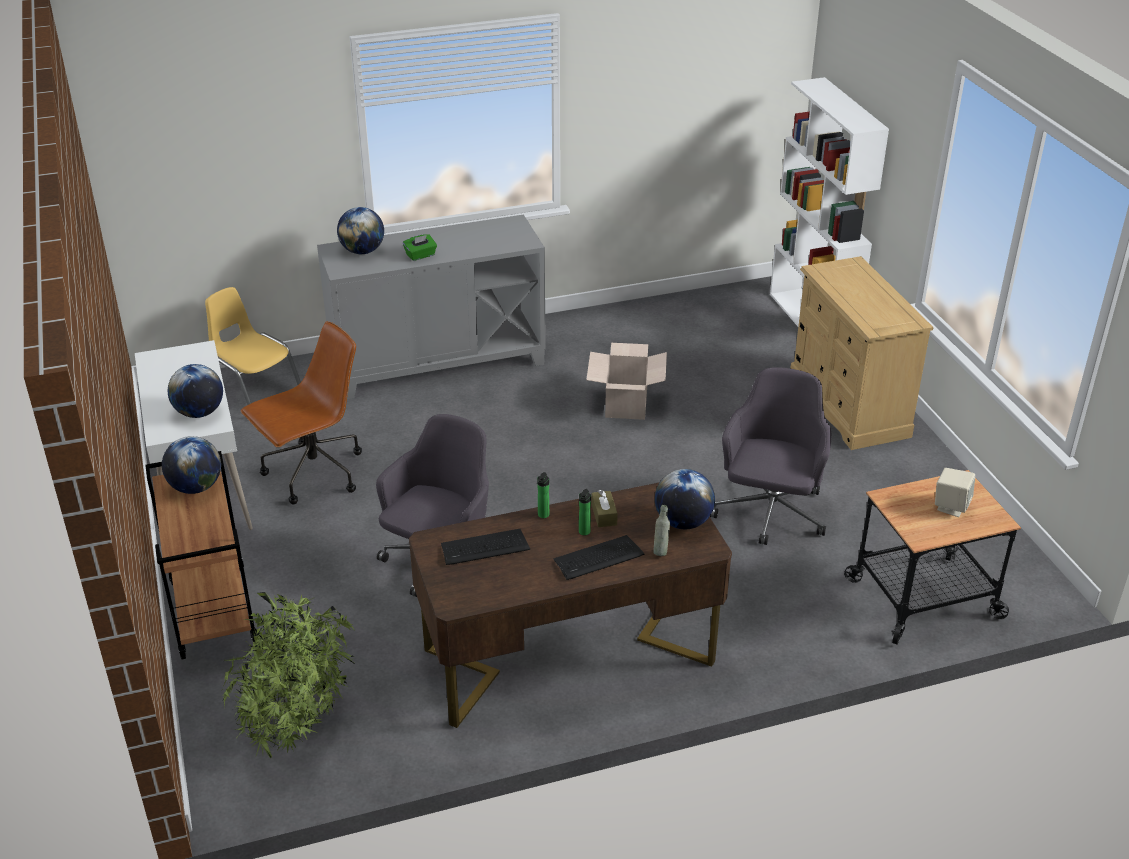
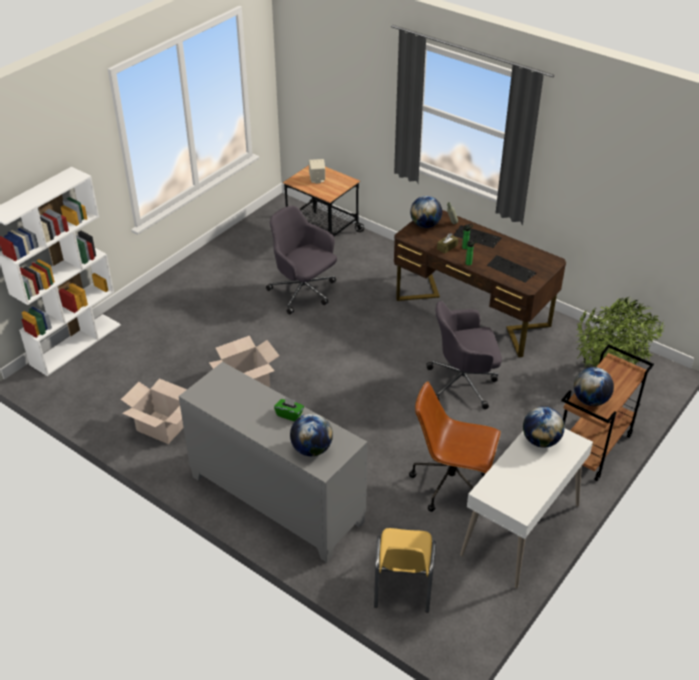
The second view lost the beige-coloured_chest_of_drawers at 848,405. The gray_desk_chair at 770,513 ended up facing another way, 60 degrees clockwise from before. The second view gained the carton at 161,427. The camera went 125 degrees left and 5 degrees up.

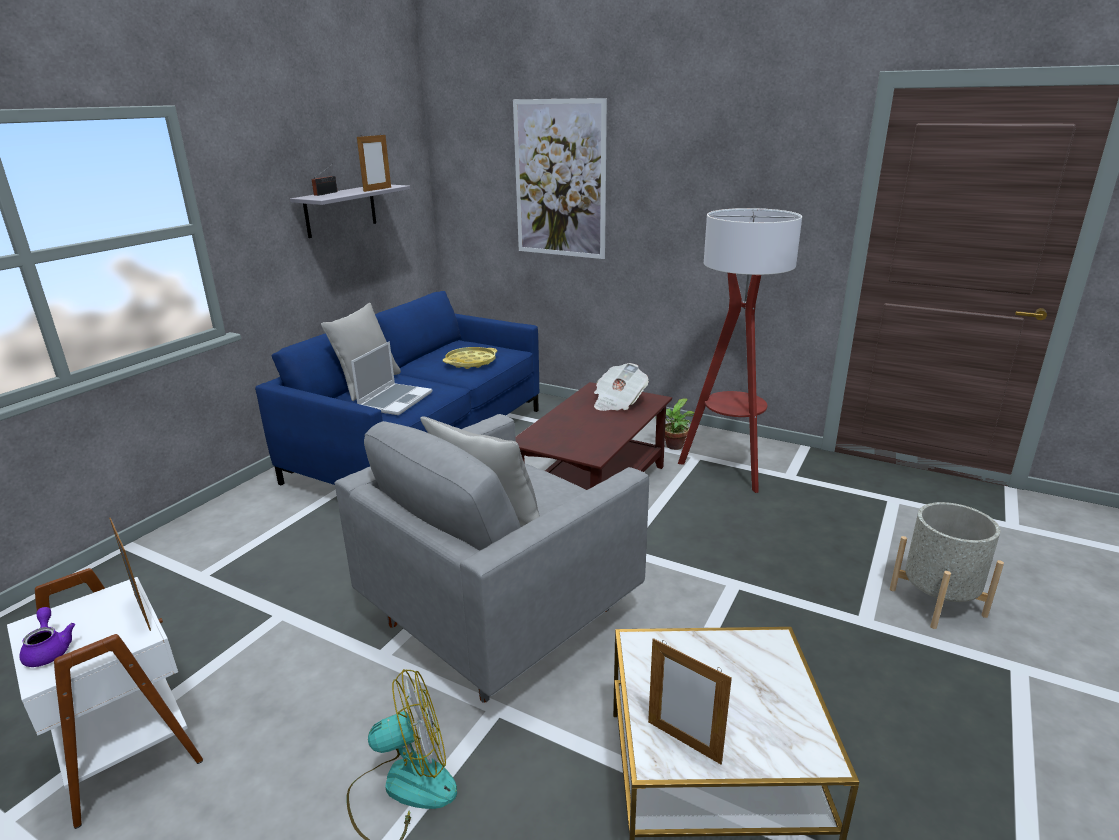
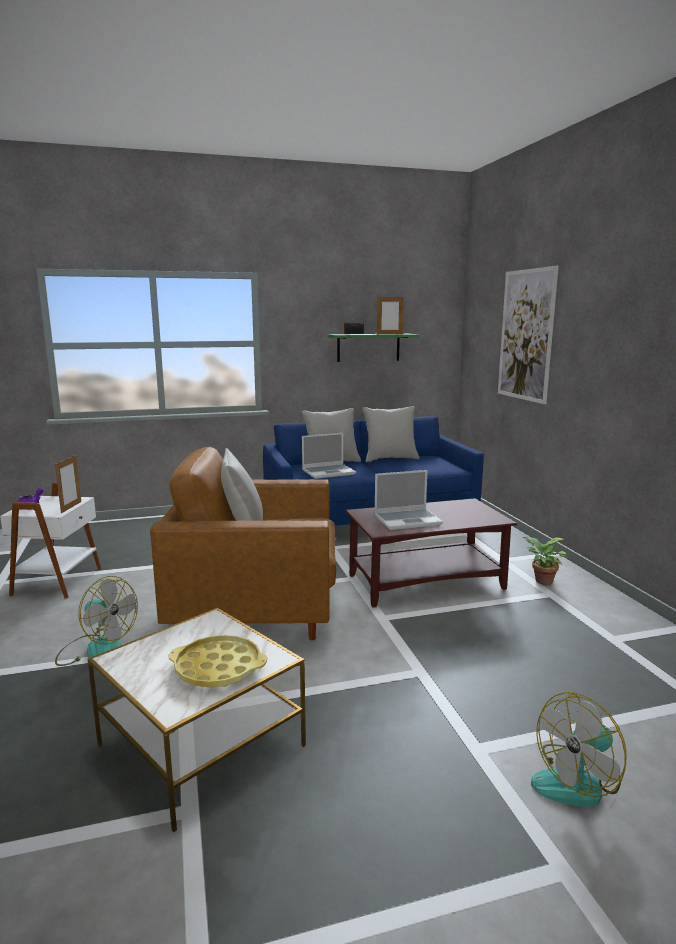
What was the gray_bracket_shelf at 340,210 turned into the greenish_bracket_shelf at 368,347. The second view lost the standing_lamp at 729,468. The yellow_tray ended up elsewhere, having gone from 471,362 to 218,668. The second view lost the daily_paper at 618,402. What was the gray_easy_chair at 502,615 turned into the brown_easy_chair at 257,612. Where the gray_plant_pot stood at 937,602, the cooling_fan came to stand at 577,782. The second view lost the standing_frame at 684,742. The second view gained the gray_cushion at 390,459. The second view gained the laptop at 408,520. The camera went 45 degrees right and 10 degrees down.

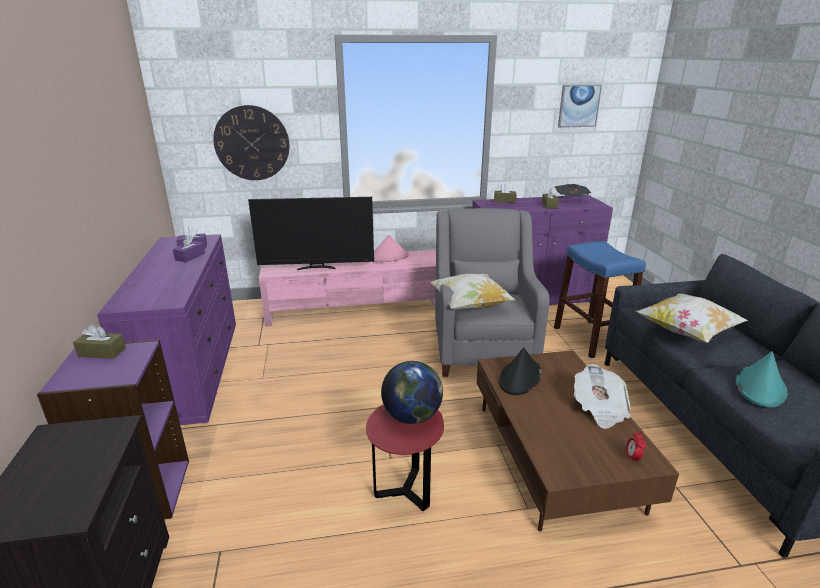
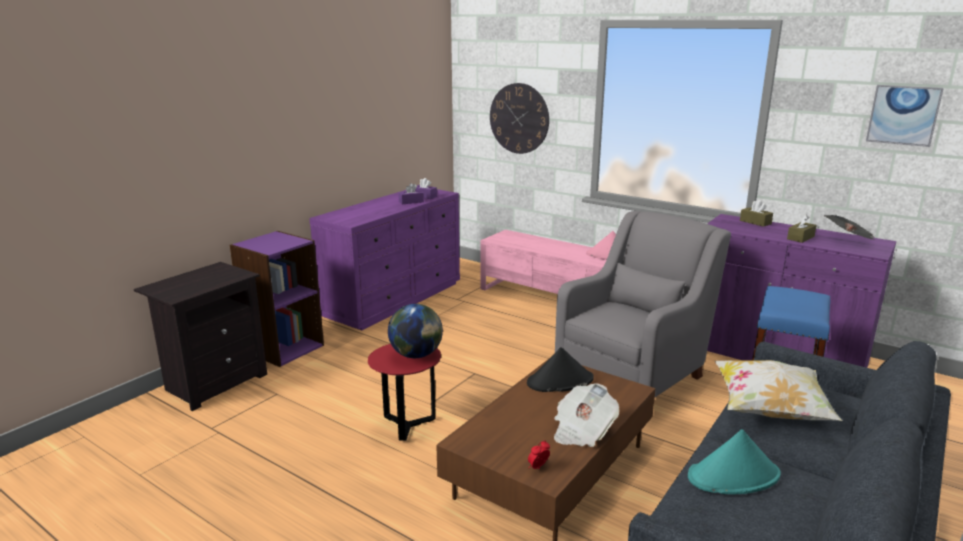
The second view lost the TV at 317,268. The second view lost the cushion at 470,305. The second view lost the brown_box_of_tissues at 102,352. The camera went 45 degrees right and 5 degrees down.

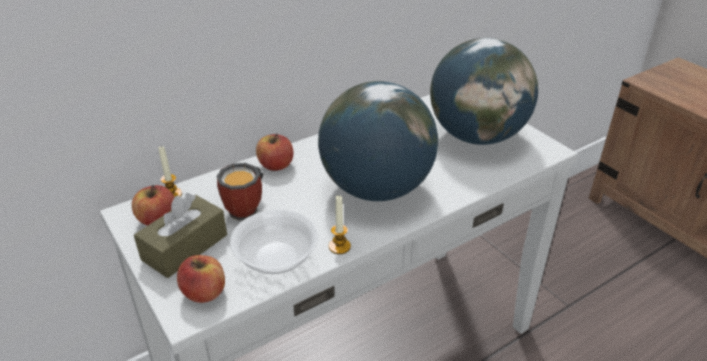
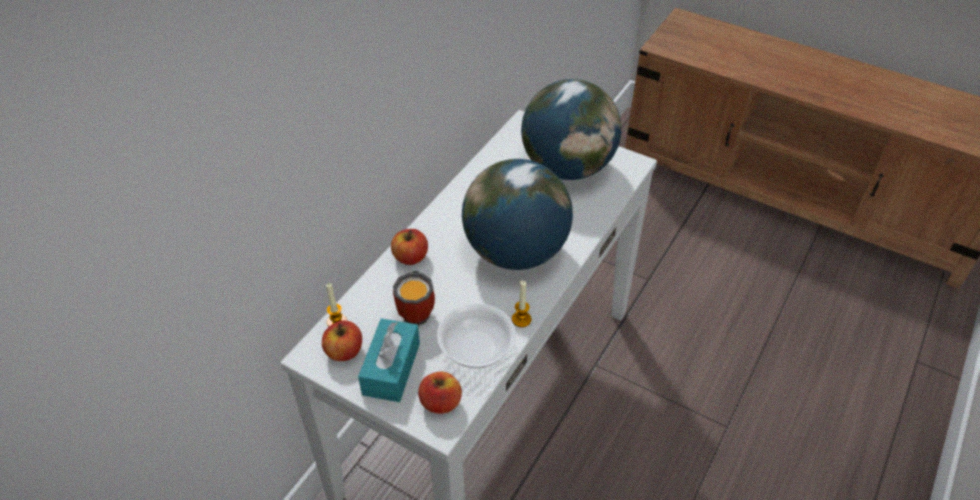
What was the brown_box_of_tissues at 185,247 turned into the turquoise-coloured_box_of_tissues at 391,368. The camera went 25 degrees left and 10 degrees up.

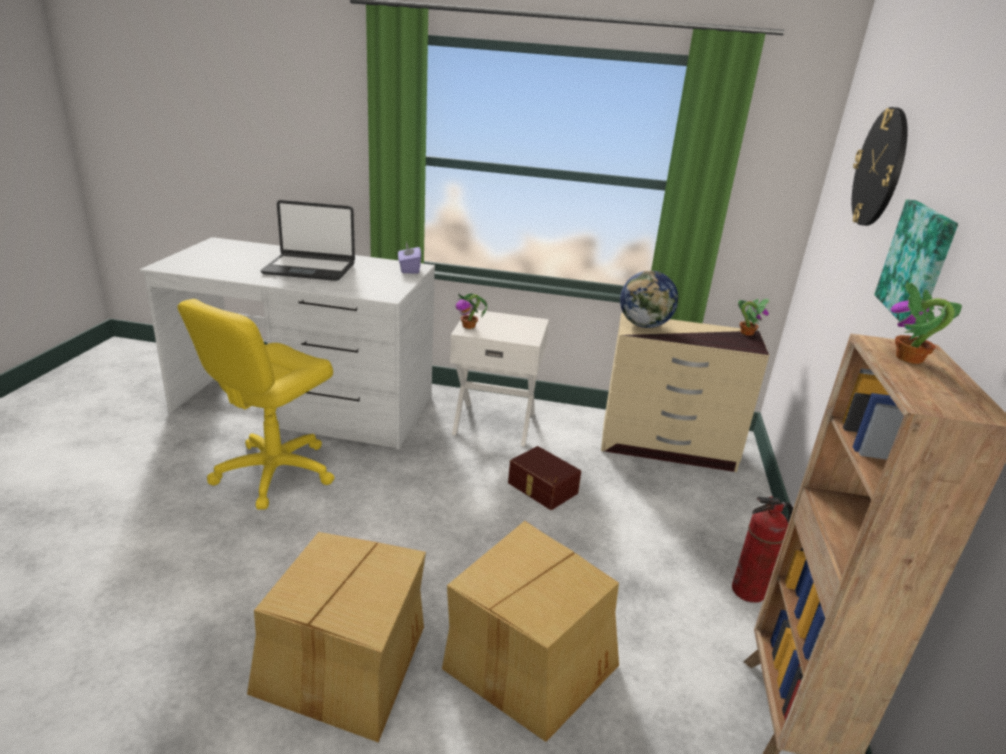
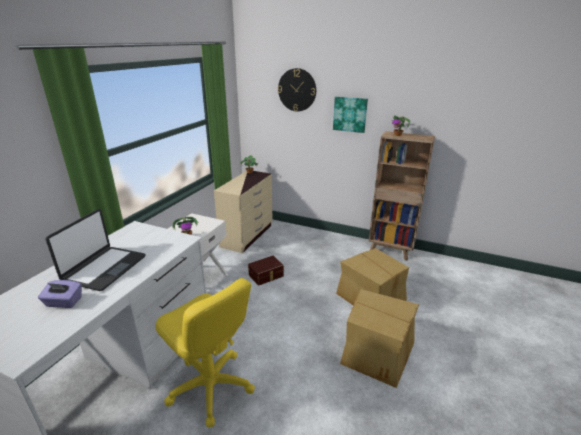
The purple_box_of_tissues ended up elsewhere, having gone from 409,269 to 63,302. The second view lost the world_globe at 644,325. The second view lost the extinguisher at 748,591. The camera went 75 degrees left and 0 degrees up.

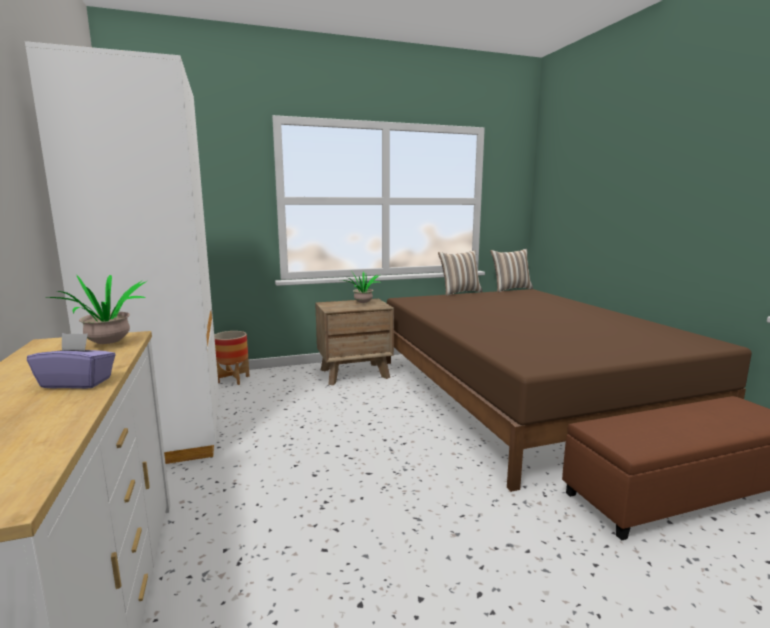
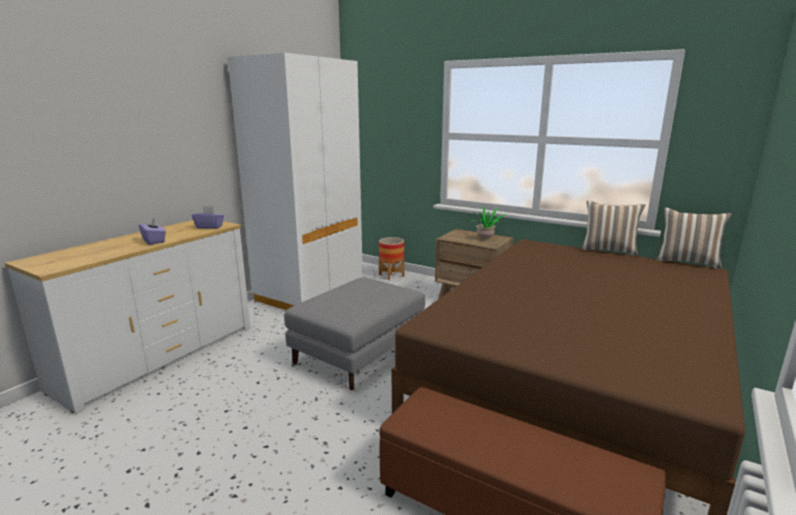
Where the plant_in_a_pot stood at 109,344, the purple_box_of_tissues came to stand at 209,227. The second view gained the gray_pouffe at 359,352. The camera went 50 degrees right and 5 degrees up.

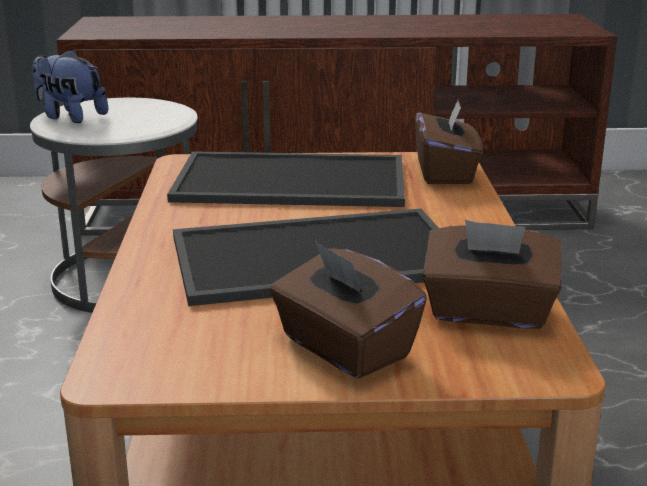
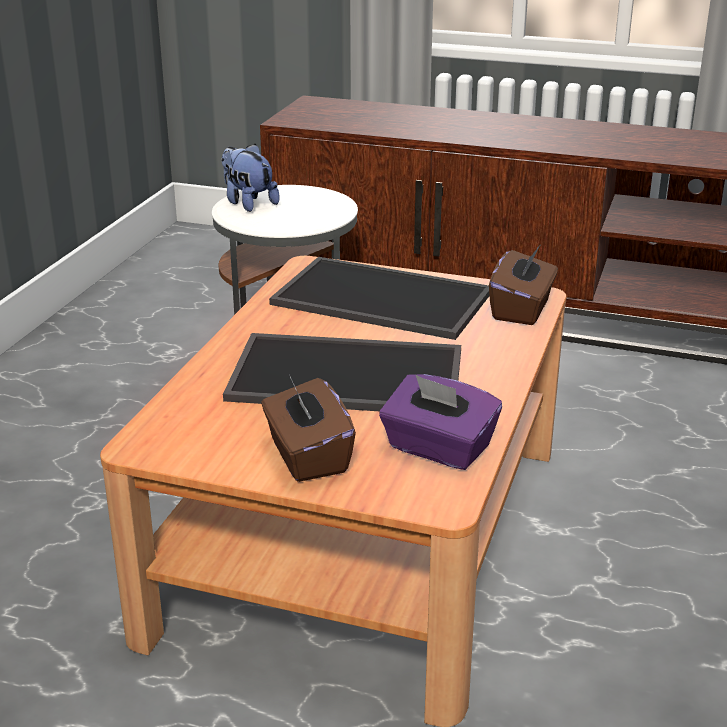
What was the brown_box_of_tissues at 488,313 turned into the purple_box_of_tissues at 438,449. The camera went 20 degrees right and 5 degrees up.

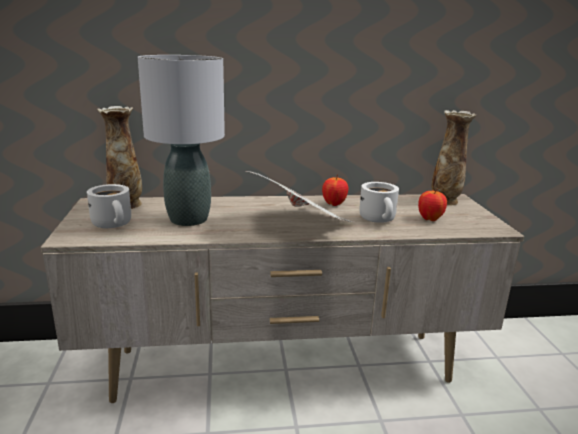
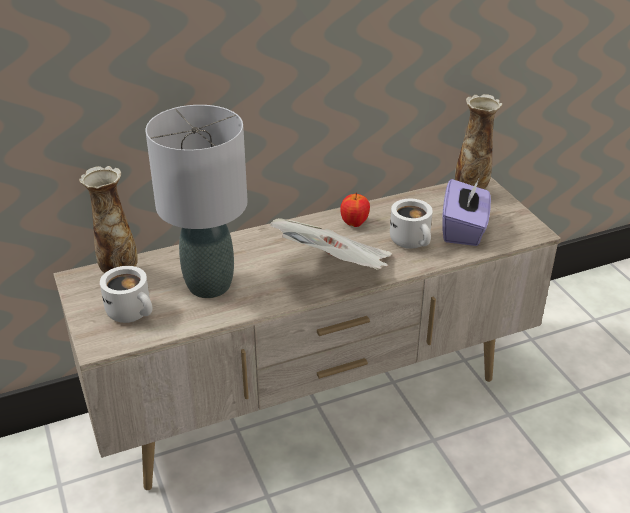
Where the whole_apple stood at 430,219, the purple_box_of_tissues came to stand at 464,229. The camera went 15 degrees left and 15 degrees up.

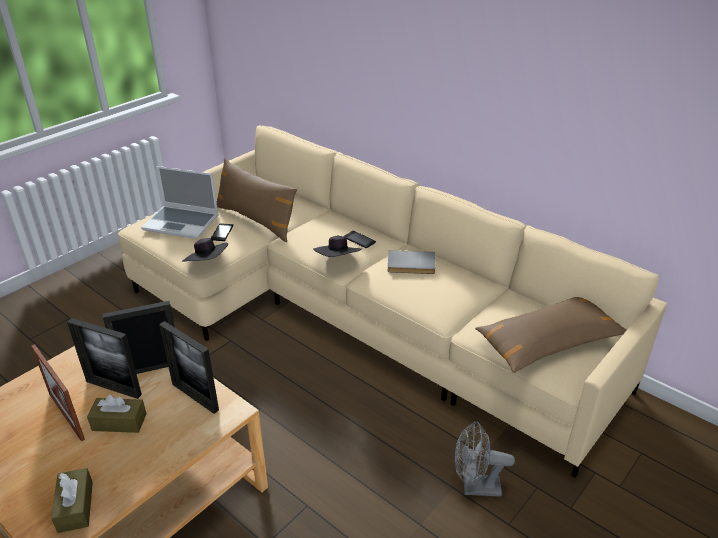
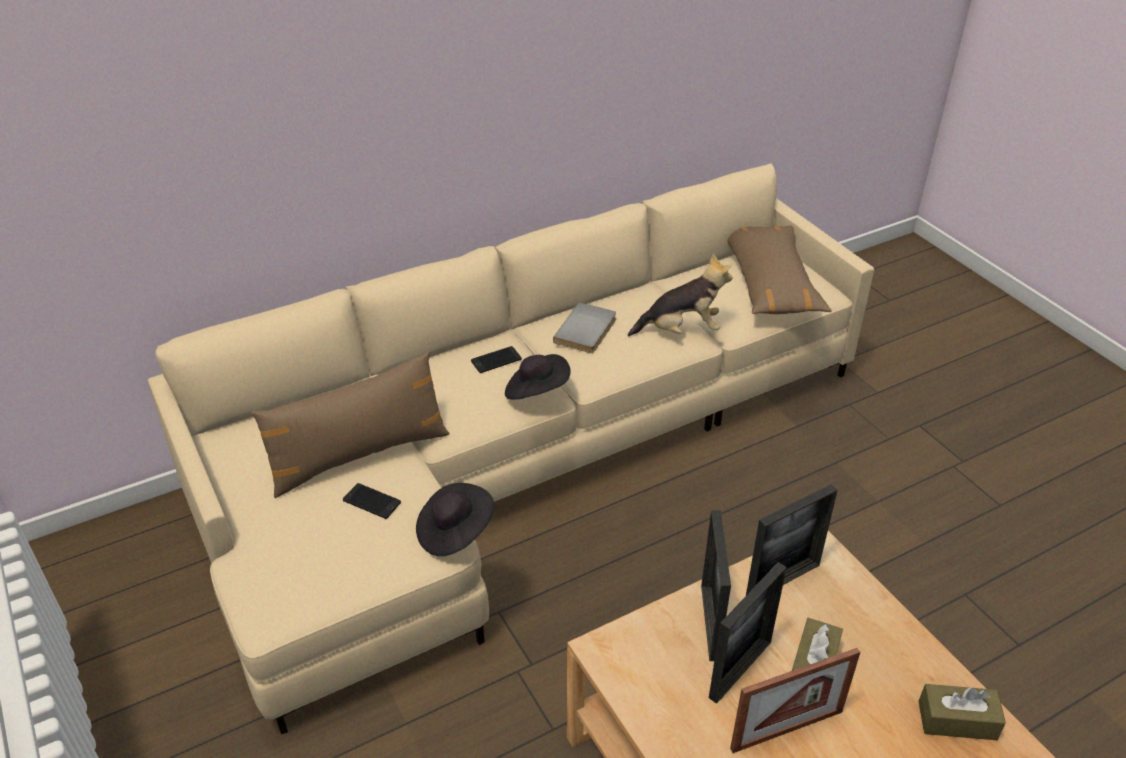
The second view lost the laptop at 182,223. The second view lost the gray_cooling_fan at 475,487. The second view gained the cuddly_toy at 681,330. The camera went 70 degrees left and 5 degrees up.

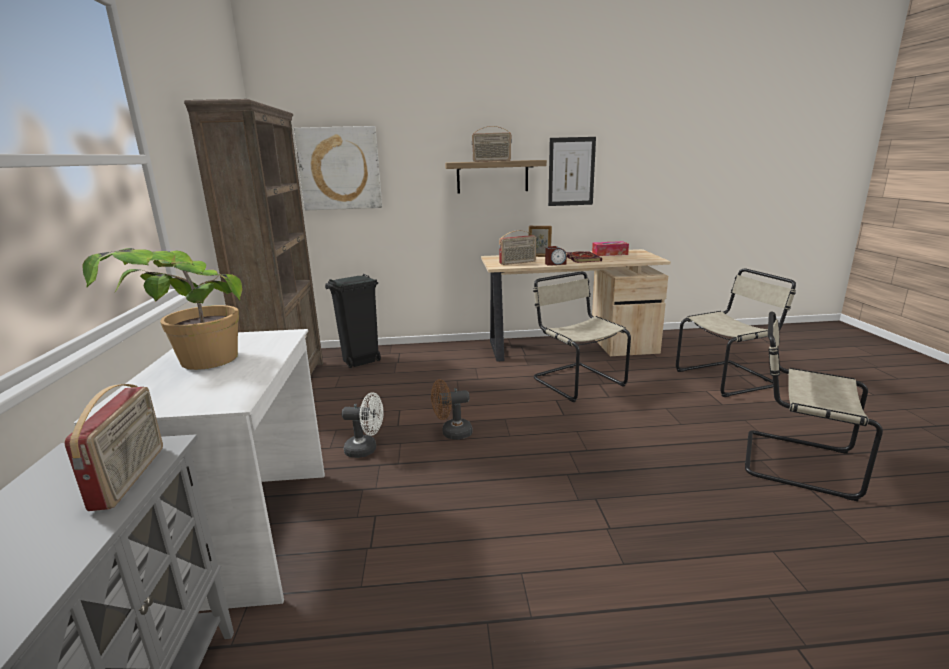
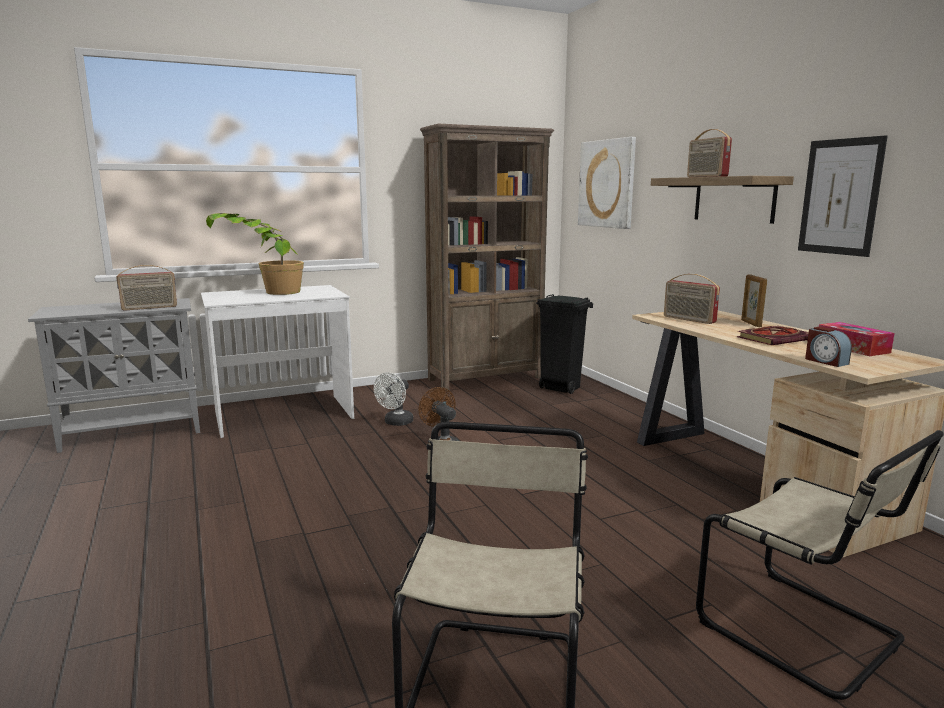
The table_clock ended up elsewhere, having gone from 555,264 to 825,361. The second view lost the beige-coloured_chair at 575,381. The white-coloured_cooling_fan at 366,450 ended up facing another way, 45 degrees clockwise from before. The camera went 70 degrees right and 5 degrees down.

